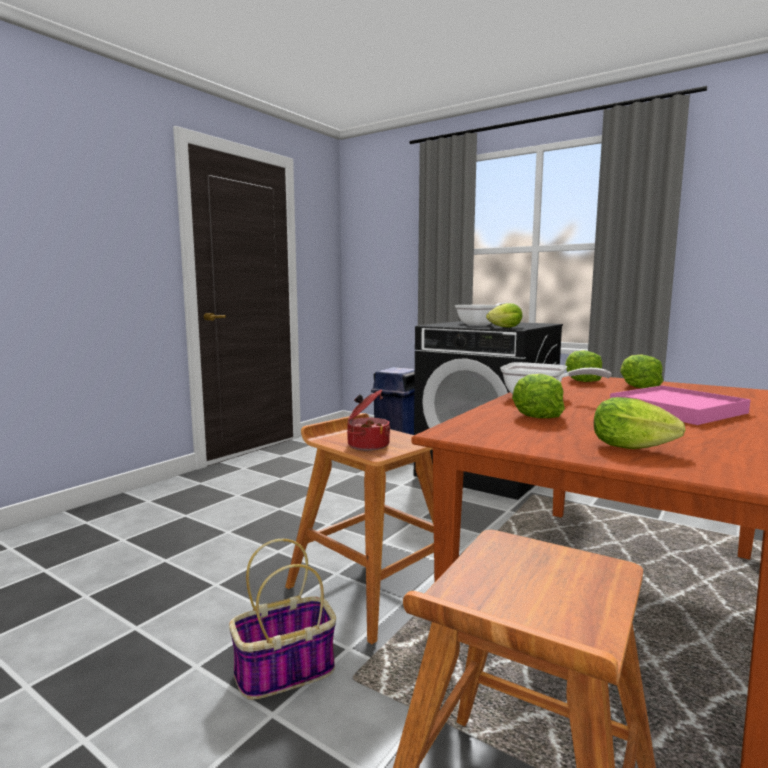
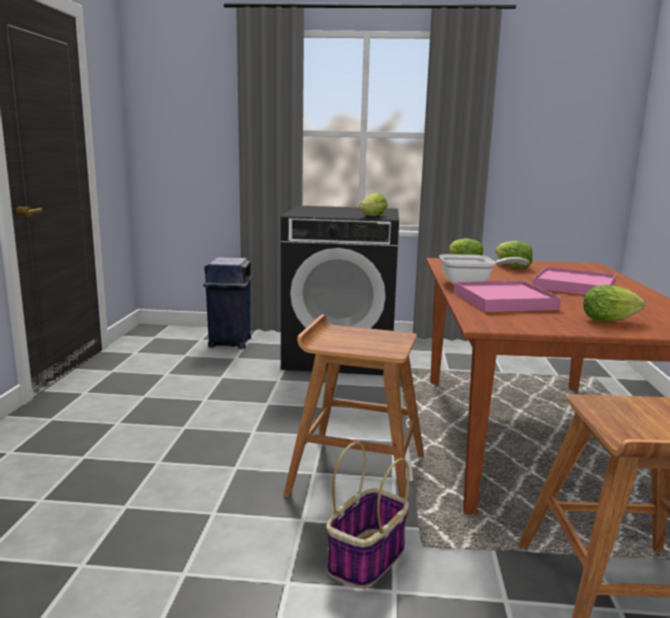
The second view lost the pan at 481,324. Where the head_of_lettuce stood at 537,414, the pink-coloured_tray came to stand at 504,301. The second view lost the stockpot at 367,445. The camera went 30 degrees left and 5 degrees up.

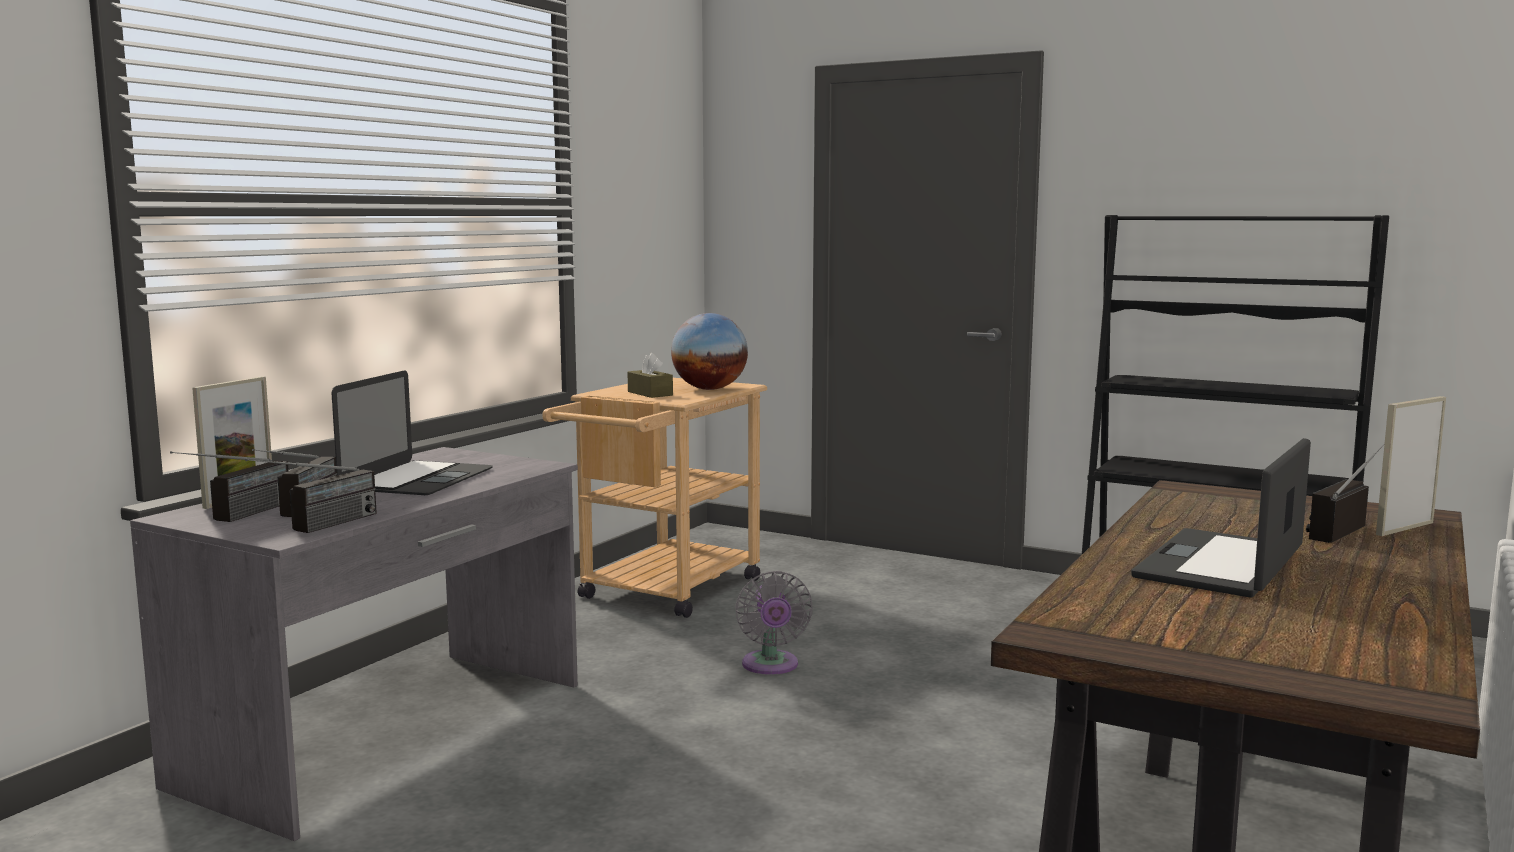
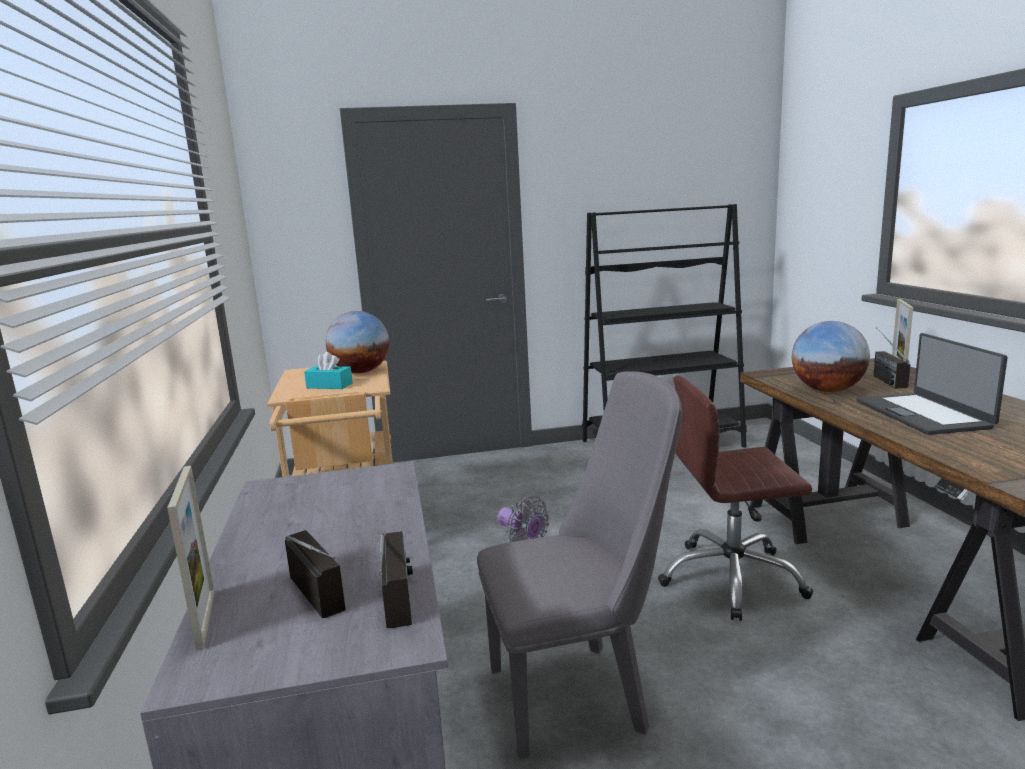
What was the brown_box_of_tissues at 650,393 turned into the turquoise-coloured_box_of_tissues at 329,385. The second view lost the laptop at 417,479. The second view lost the radio at 238,516. The second view gained the world_globe at 827,390. The second view gained the gray_chair at 579,694. The second view gained the brown_desk_chair at 732,579. The camera went 40 degrees left and 5 degrees up.

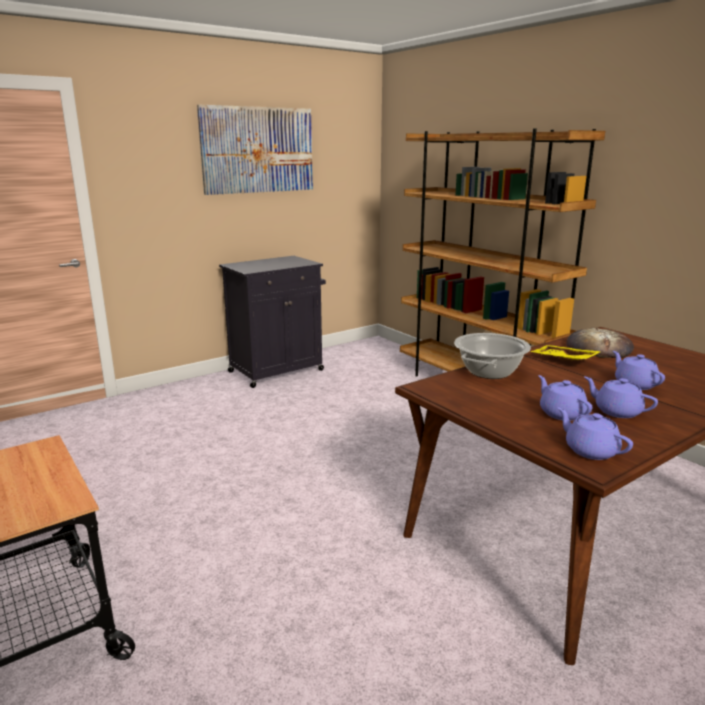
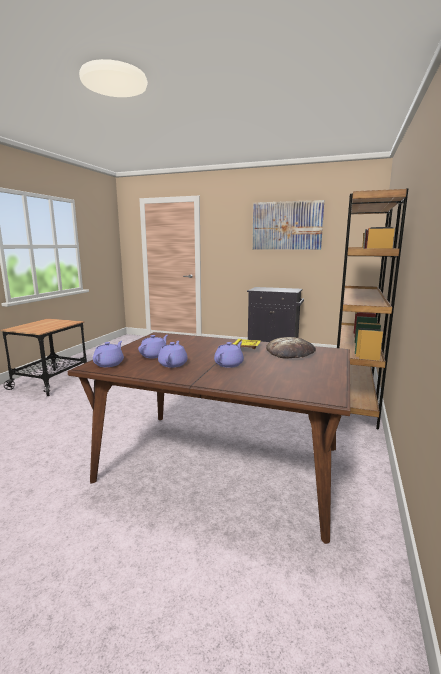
The second view lost the stockpot at 489,371. The camera went 55 degrees right and 5 degrees down.

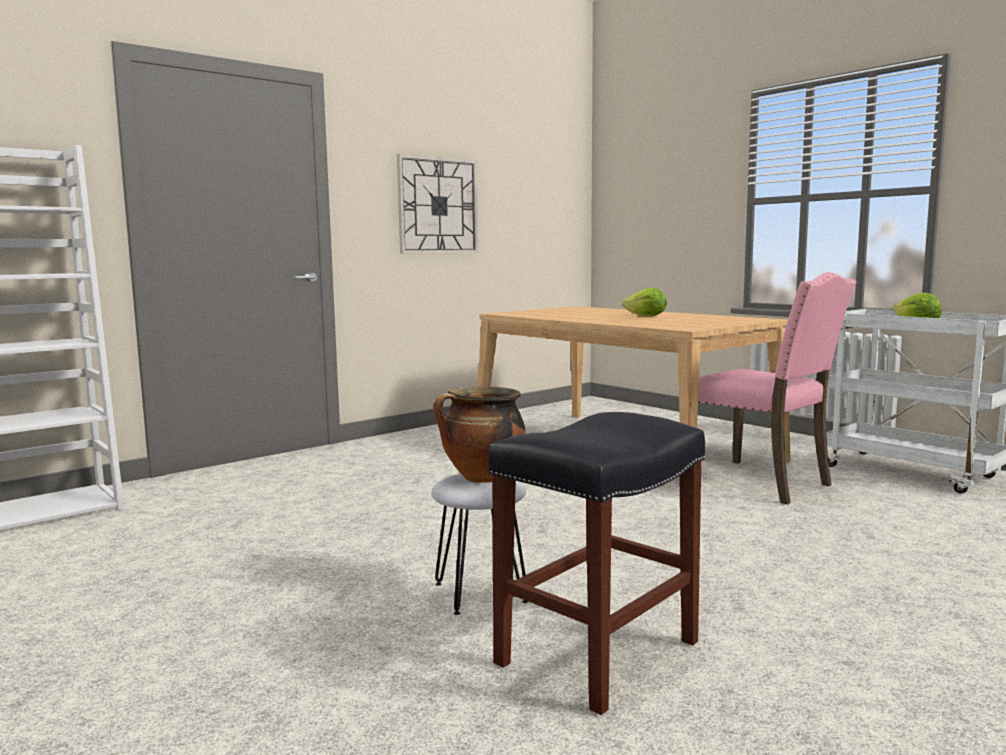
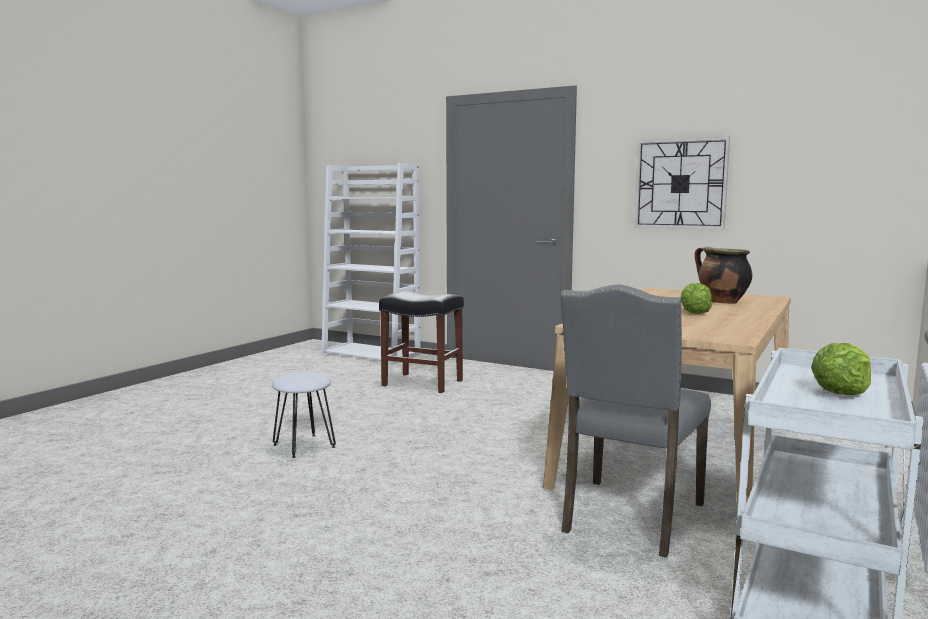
What was the pink-coloured_chair at 760,482 turned into the gray_chair at 629,518. The stockpot ended up elsewhere, having gone from 482,478 to 721,302. The black-coloured_stool_seat ended up elsewhere, having gone from 597,654 to 421,383. The camera went 70 degrees right and 0 degrees up.

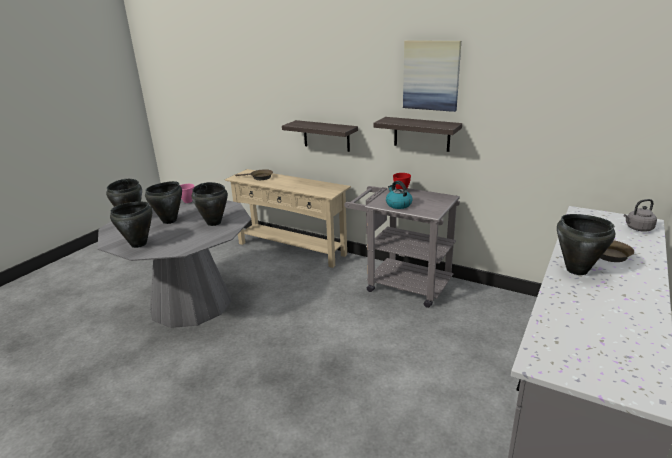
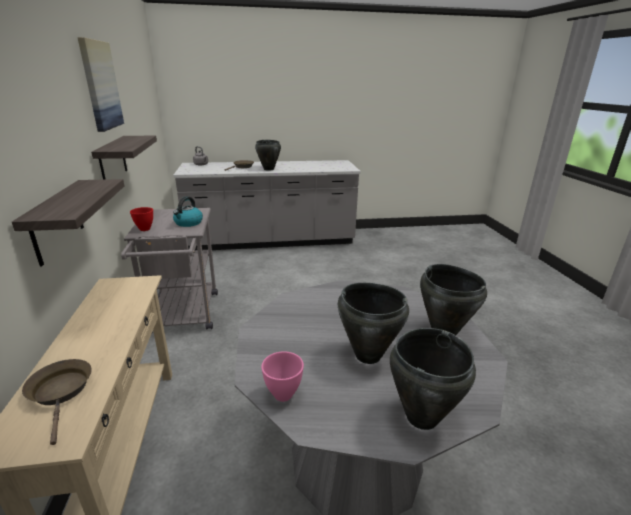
The second view lost the black-coloured_stockpot at 214,222. The camera went 130 degrees left and 0 degrees up.

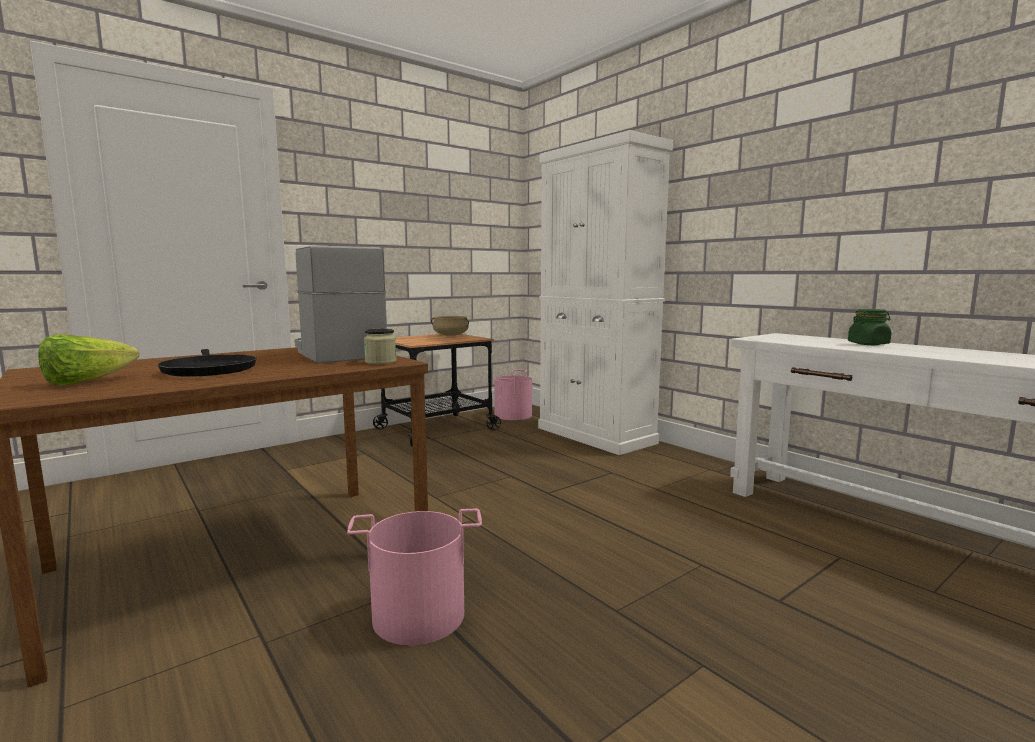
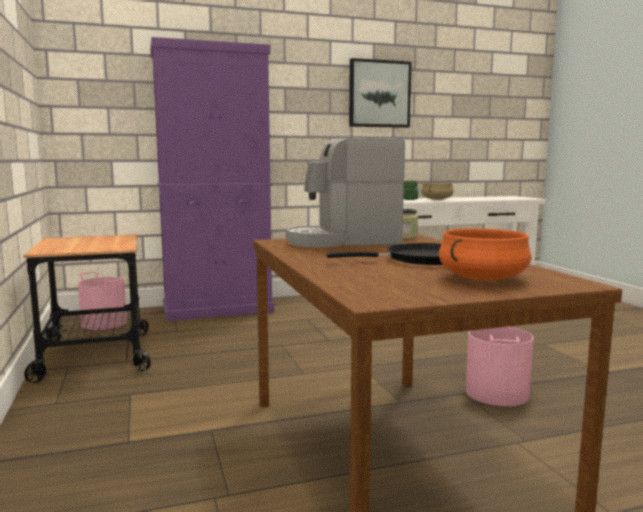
What was the white-coloured_cupboard at 595,435 turned into the purple_cupboard at 218,309. The beige-coloured_stockpot ended up elsewhere, having gone from 450,335 to 437,199. Where the head_of_lettuce stood at 87,382, the orangey_stockpot came to stand at 483,278. The second view gained the wall_picture at 379,94. The camera went 70 degrees left and 0 degrees up.

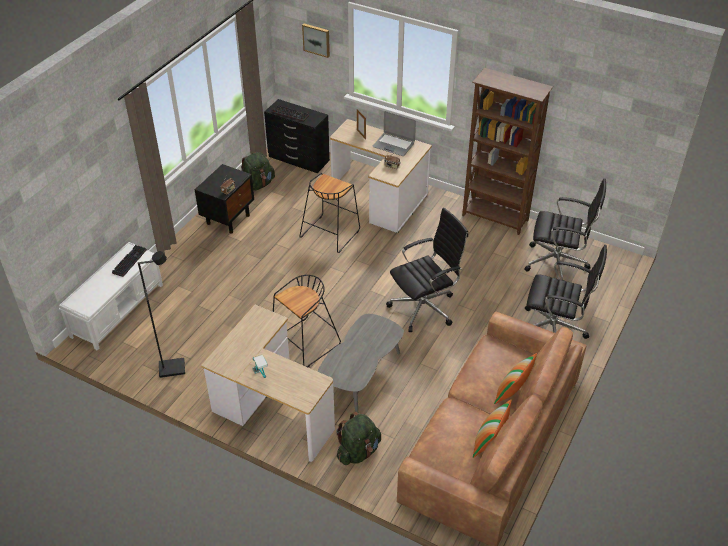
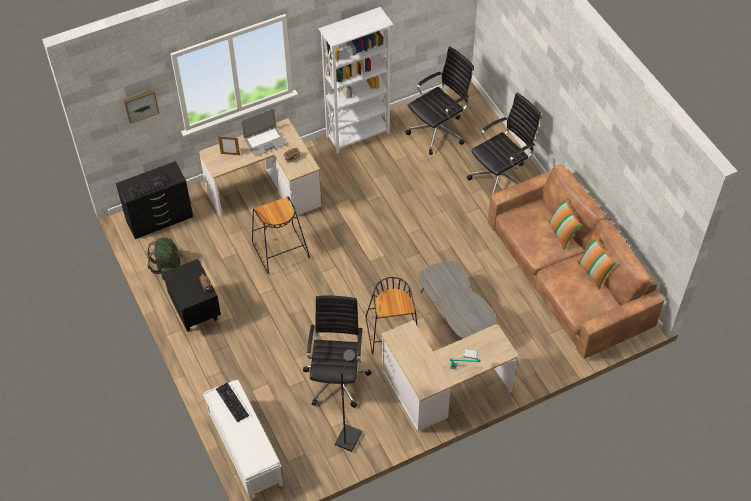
What was the brown_shelving_unit at 495,218 turned into the white-coloured_shelving_unit at 358,135. The black-coloured_desk_chair ended up elsewhere, having gone from 425,307 to 337,378. The second view lost the greenish_knapsack at 358,451. The camera went 55 degrees left and 10 degrees up.

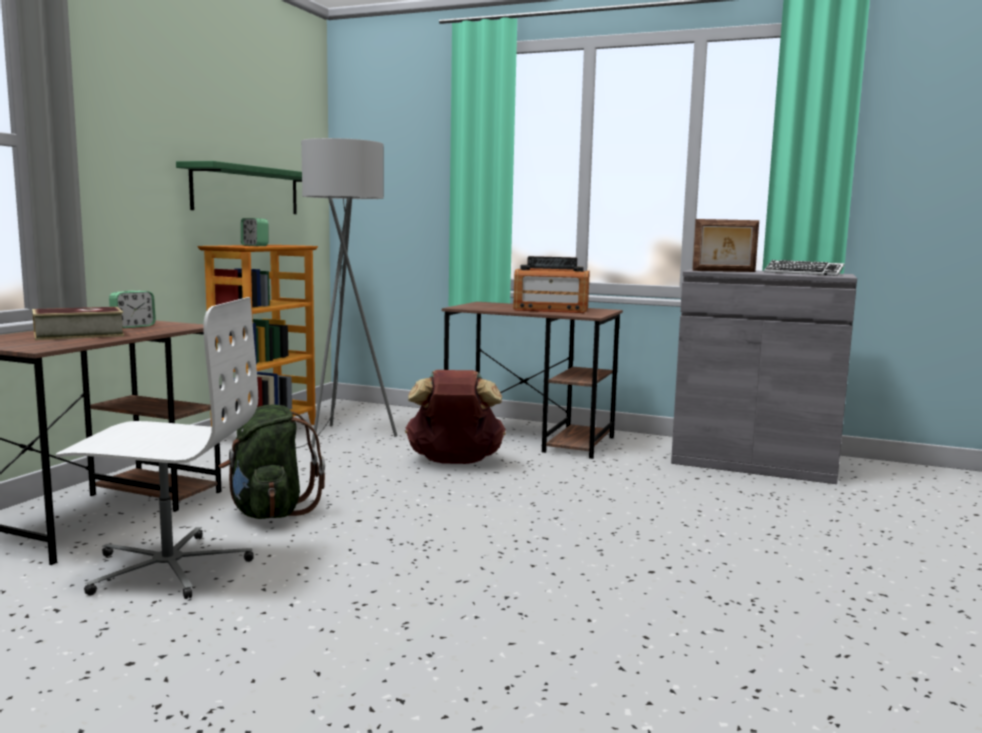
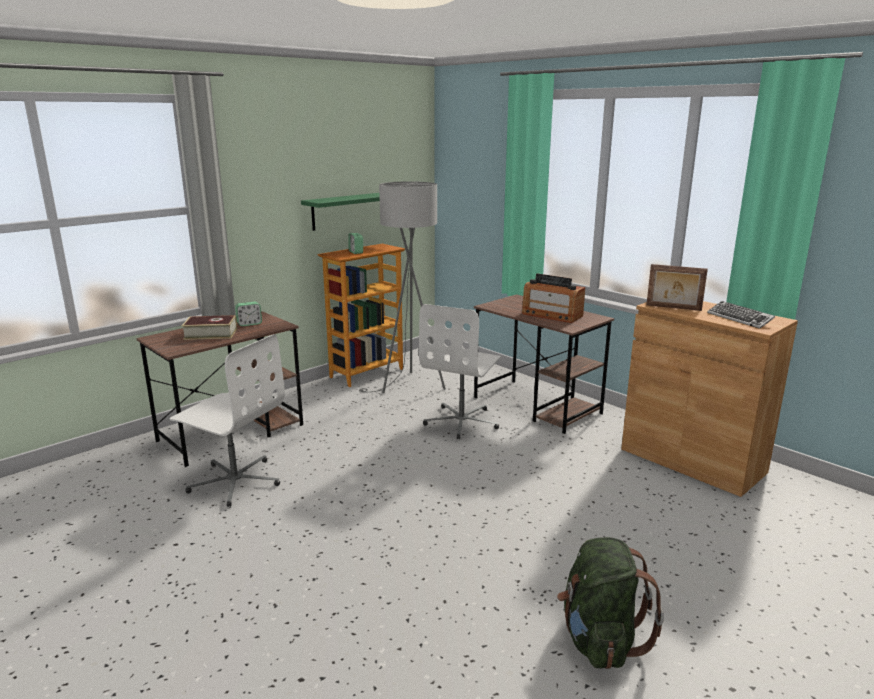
What was the gray_cupboard at 753,463 turned into the brown_cupboard at 692,460. Where the brown_knapsack stood at 454,462, the white-coloured_desk_chair came to stand at 462,421. The greenish_knapsack ended up elsewhere, having gone from 269,512 to 600,640. The camera went 25 degrees right and 10 degrees up.

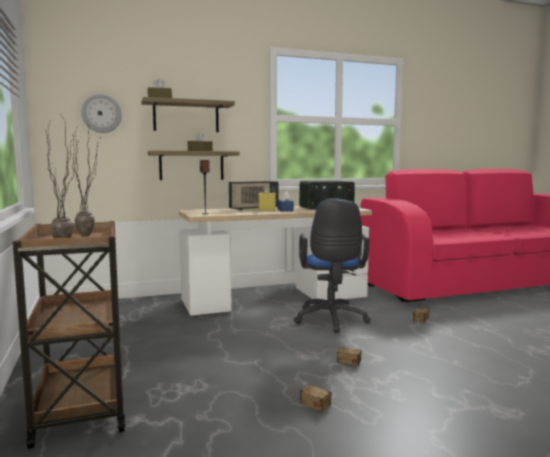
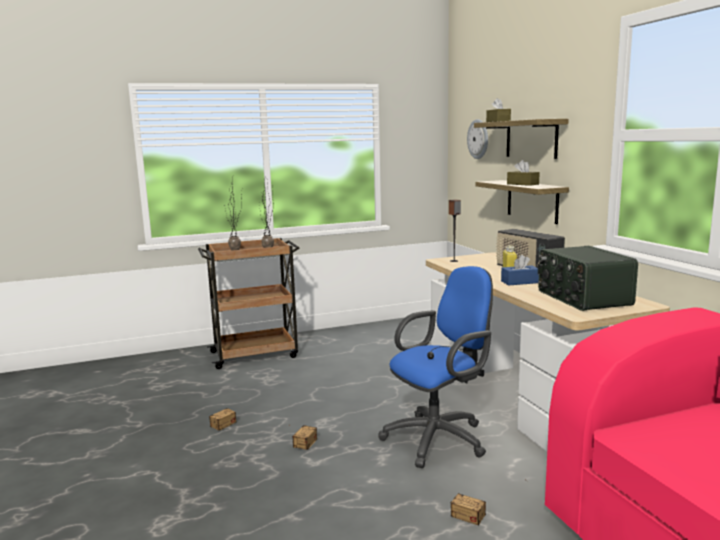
The blue_desk_chair at 331,320 ended up facing another way, 150 degrees clockwise from before. The camera went 90 degrees right and 5 degrees up.

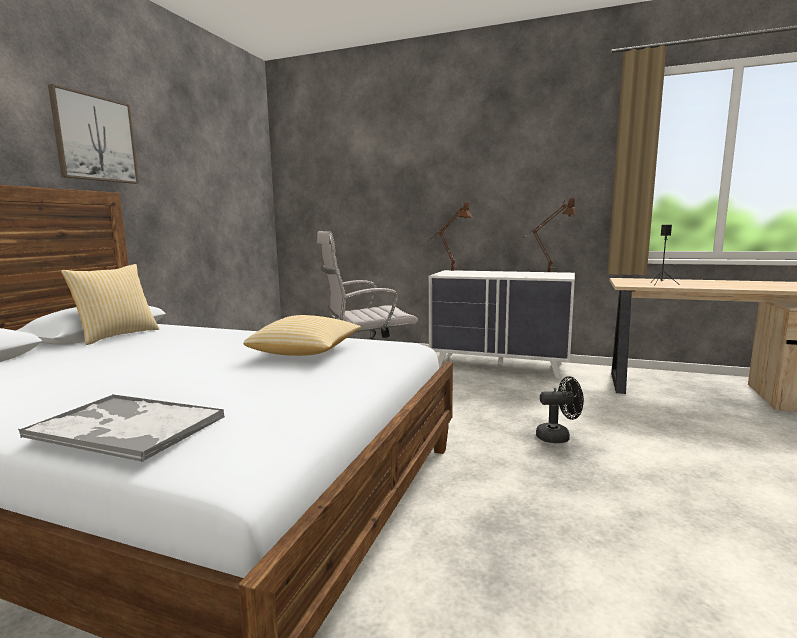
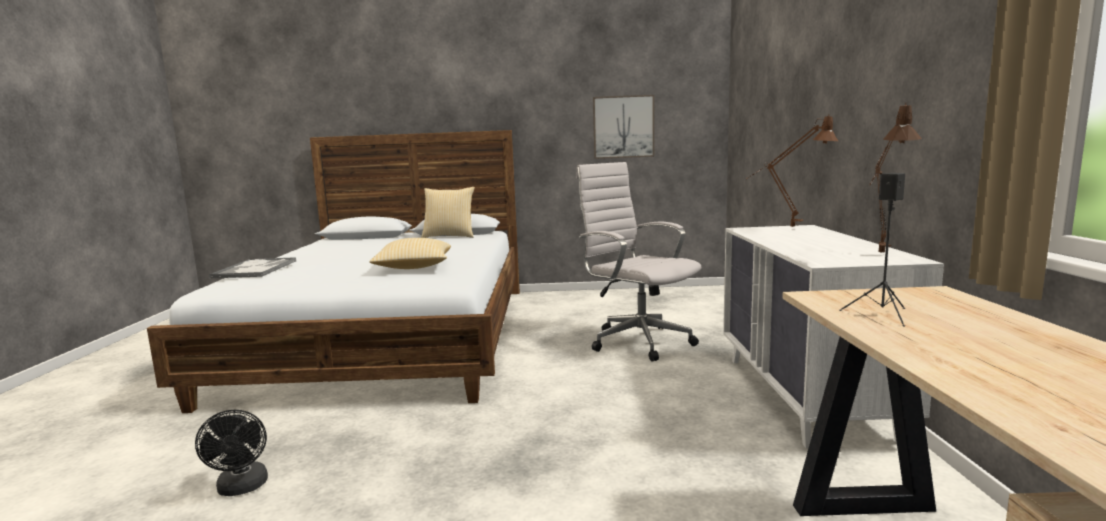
The wall_picture ended up elsewhere, having gone from 95,138 to 623,127. The black-coloured_cooling_fan ended up elsewhere, having gone from 558,436 to 242,488. The camera went 70 degrees right and 0 degrees up.

